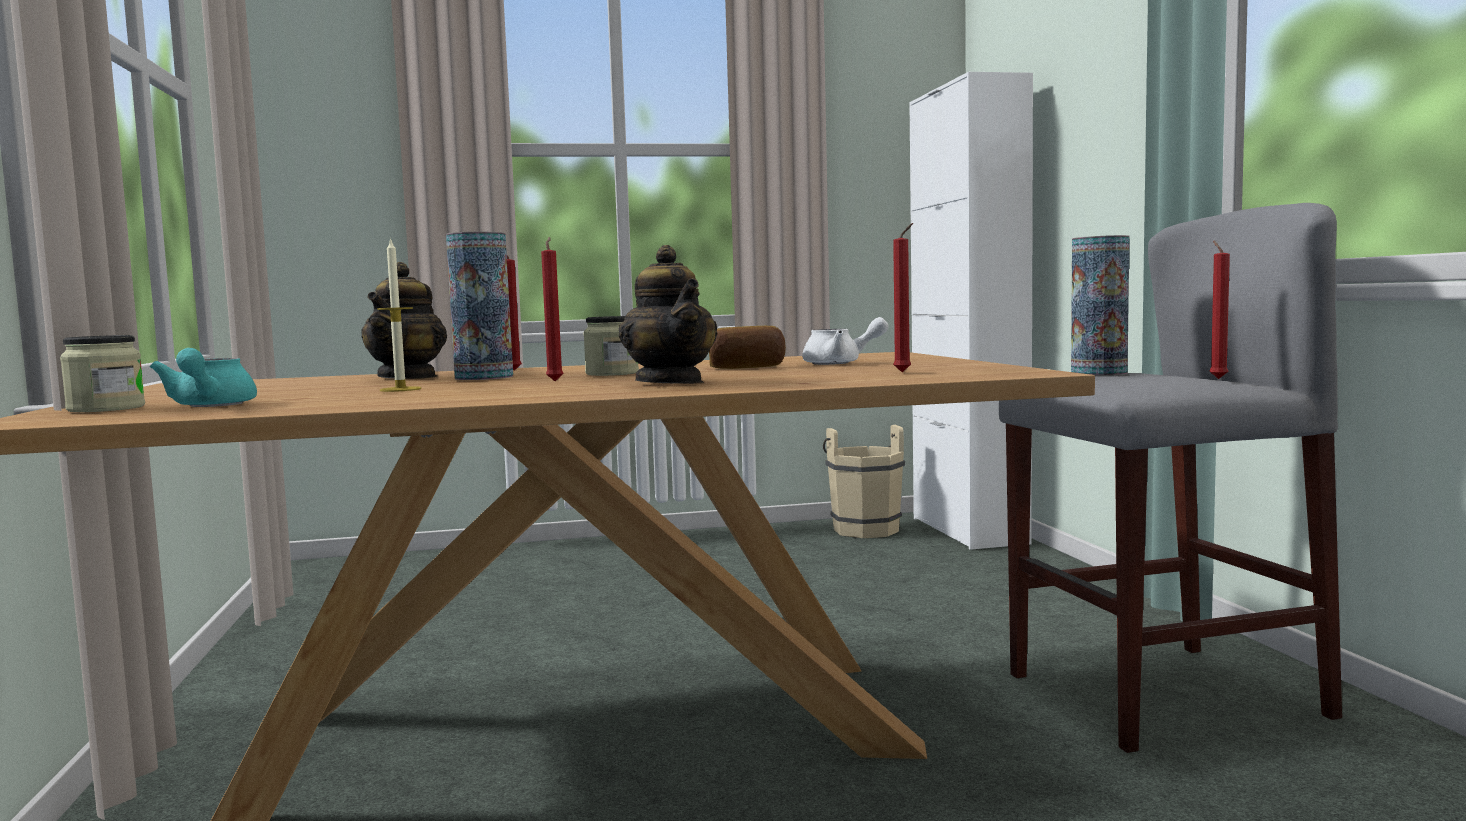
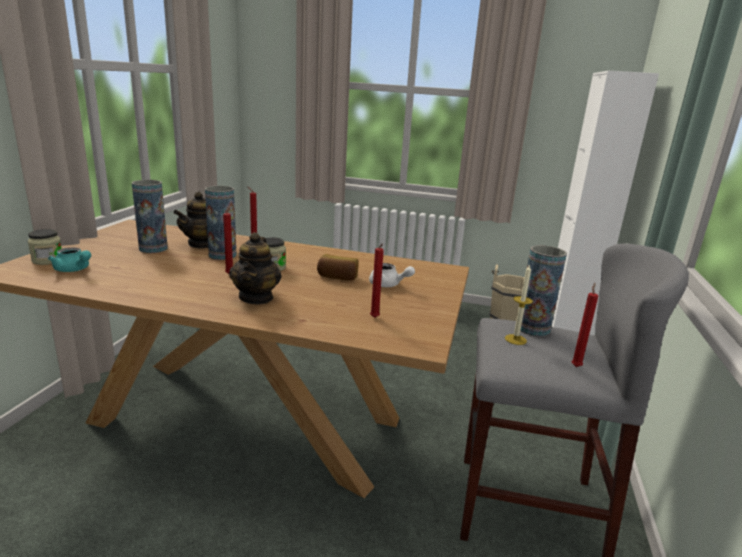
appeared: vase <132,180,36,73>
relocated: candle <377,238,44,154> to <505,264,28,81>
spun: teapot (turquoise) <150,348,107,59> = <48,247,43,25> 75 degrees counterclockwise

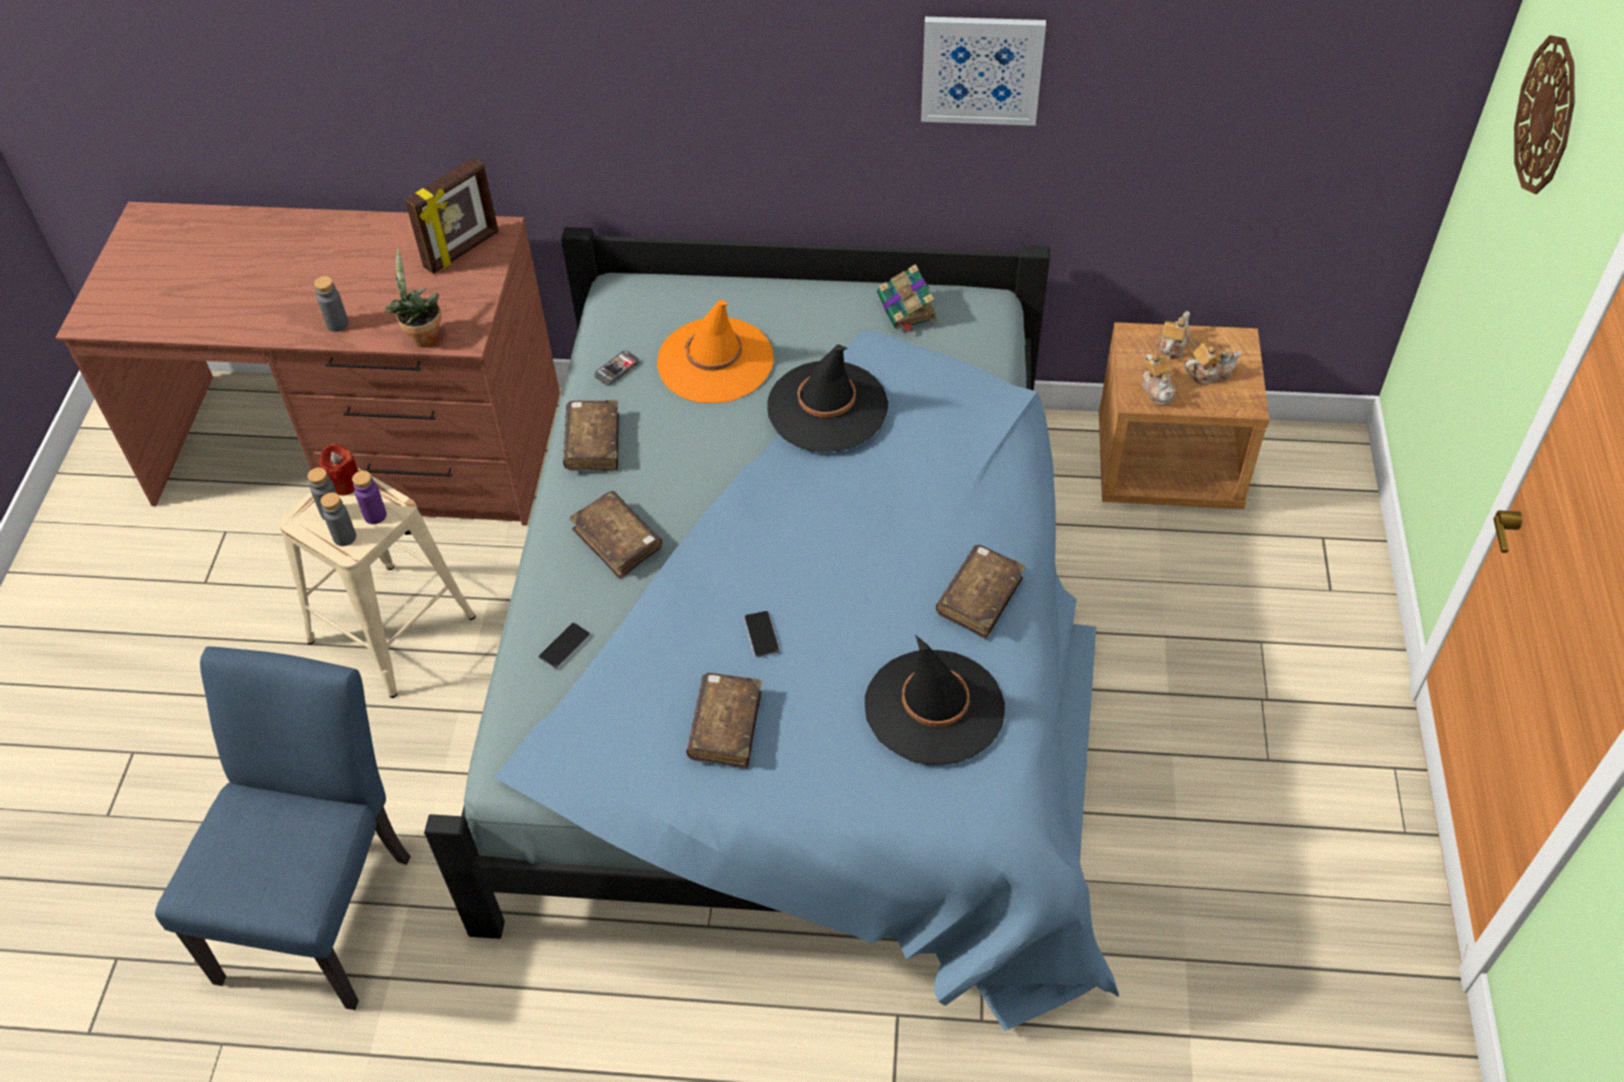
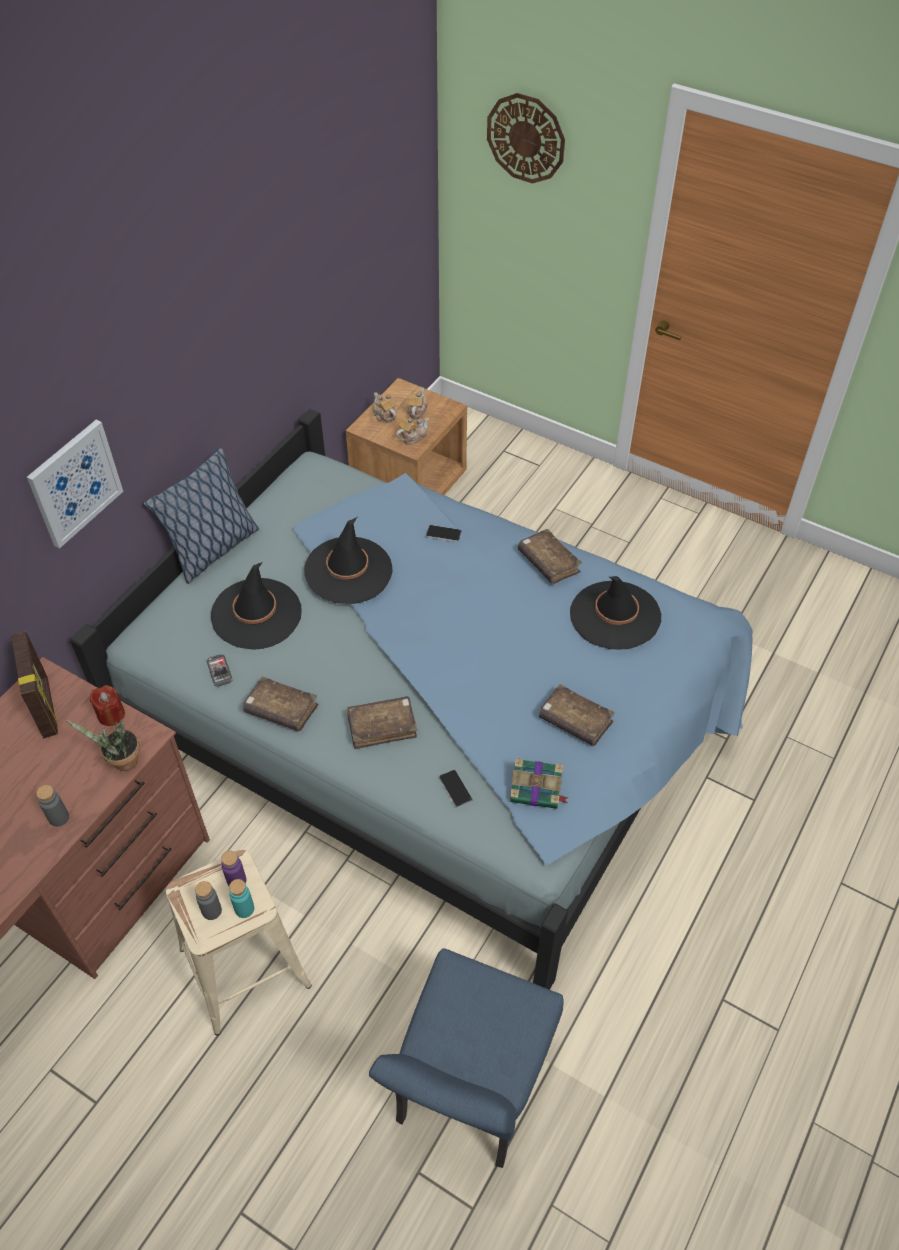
appeared: pillow <143,448,116,136>
relocated: picture <921,17,125,109> to <27,420,96,129>; book <877,264,60,69> to <510,758,59,51>; candle (red) <318,443,40,52> to <90,685,35,41>; phone <744,611,36,47> to <426,525,36,17>
colour: hat (orange) <657,300,117,103> to hat (black) <211,562,90,88>; bottle (grey) <320,492,36,54> to bottle (turquoise) <229,879,25,39>
spun: teapot <1142,354,34,52> = <396,417,33,28> 45 degrees counterclockwise; chair (blue) <155,647,256,363> = <369,948,195,220> 105 degrees counterclockwise

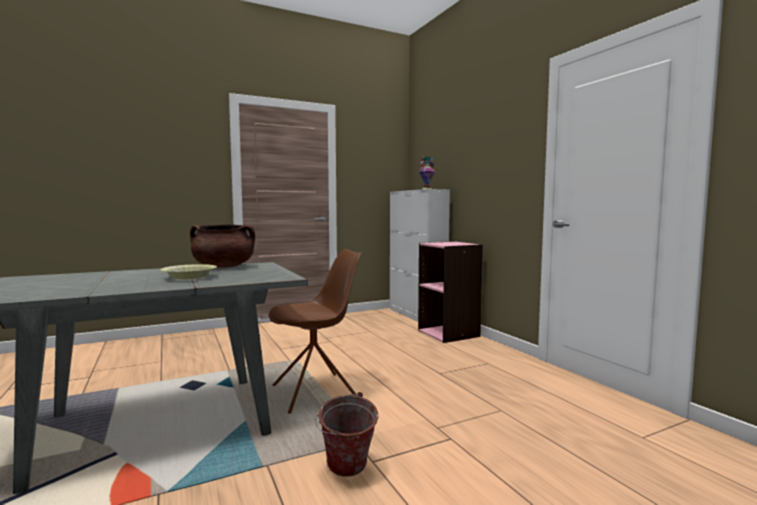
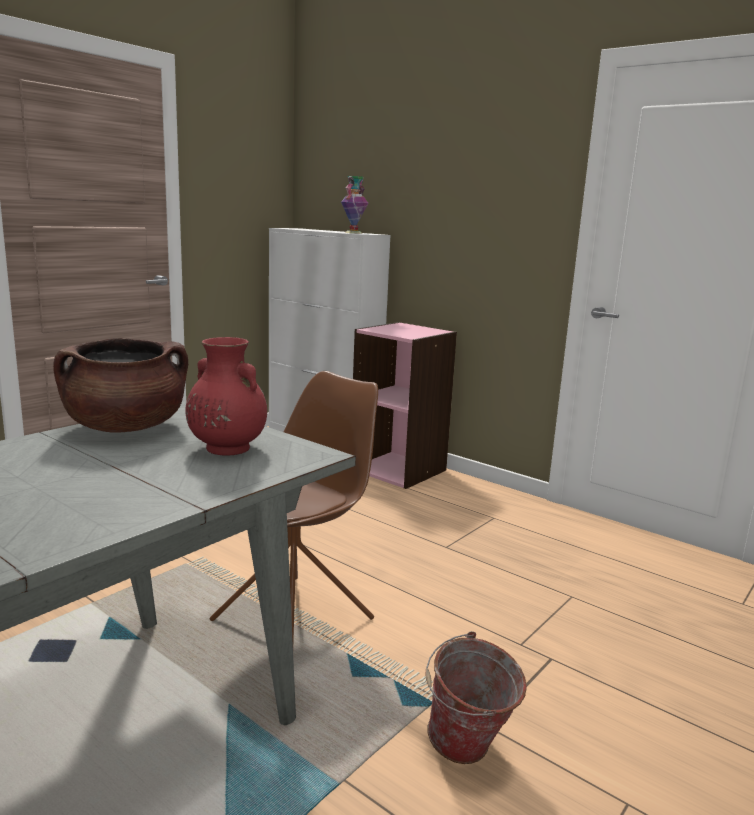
missing: bowl (yellow) <160,264,57,15>
appeared: vase (red) <185,337,82,119>

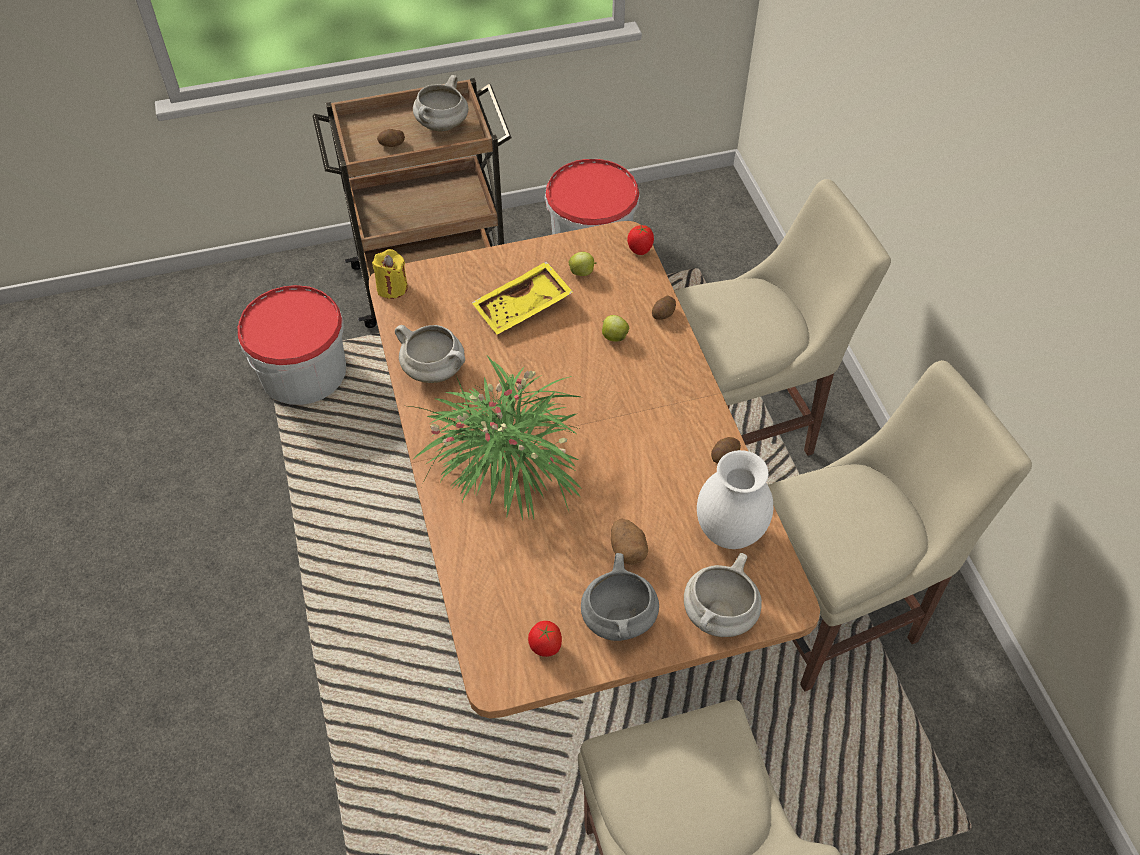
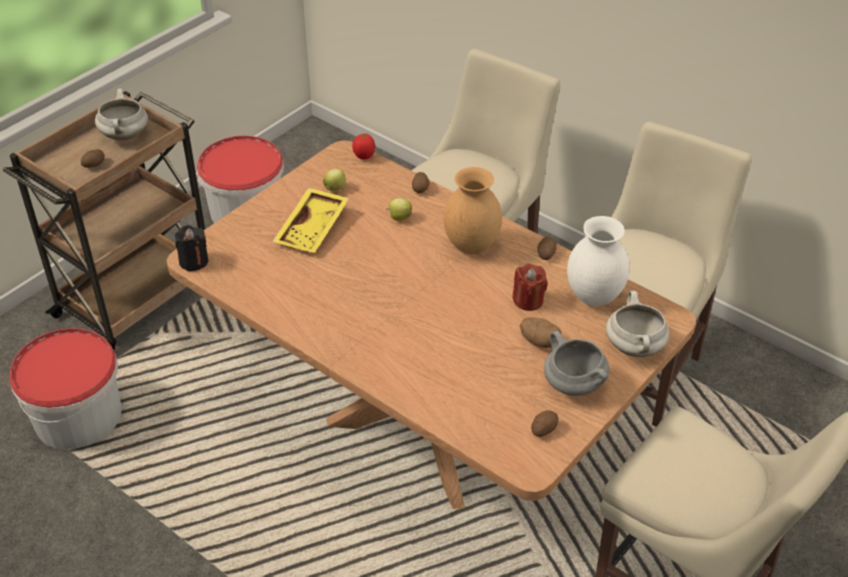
missing: cooking pot (white) <395,325,70,58>; potted plant <409,356,173,164>
appeared: vase (brown) <443,167,59,87>; candle (red) <512,263,36,48>
exchanged: tomato <528,621,34,36> to potato <531,410,28,27>
colour: candle (yellow) <372,249,36,50> to candle (black) <175,225,33,46>

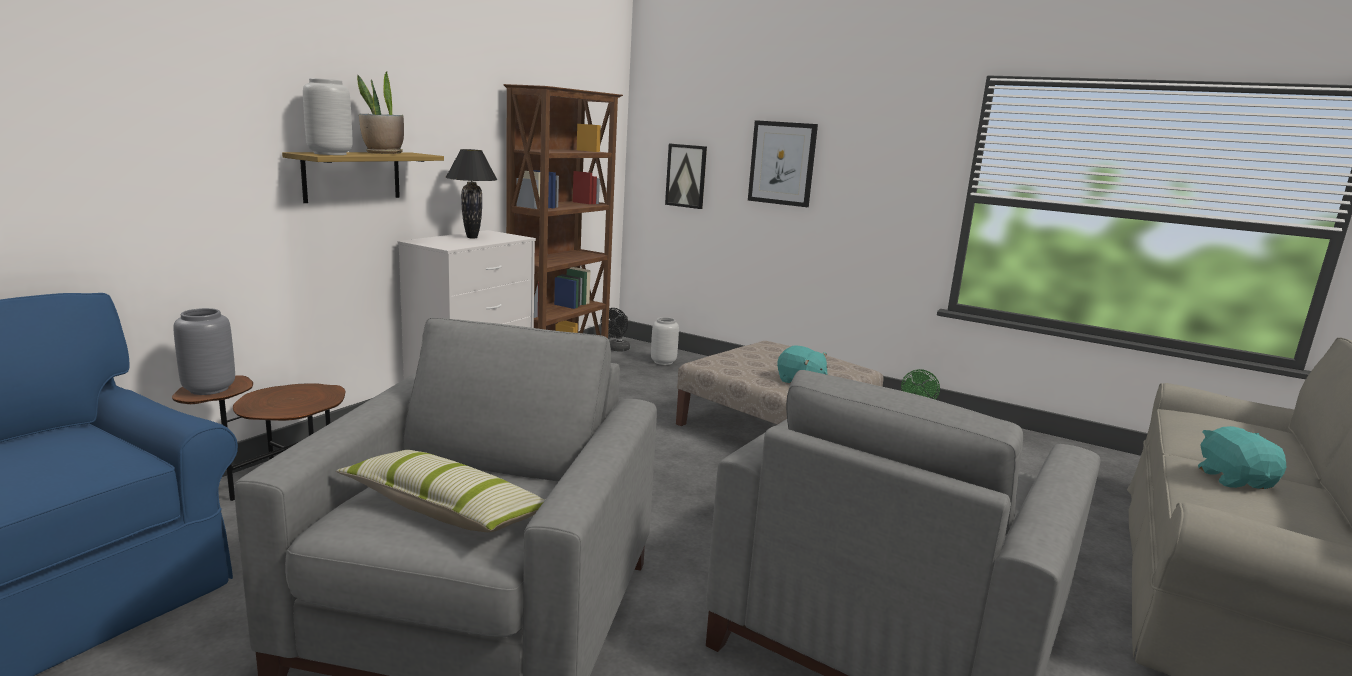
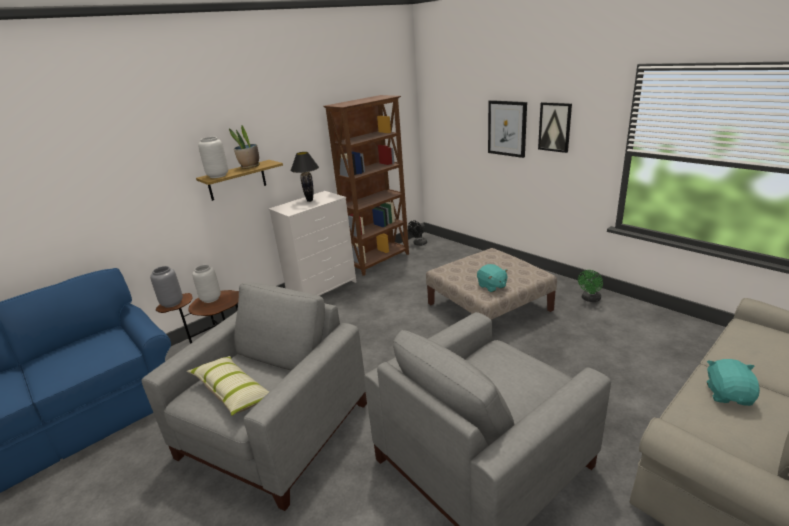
relocated: picture <665,144,42,65> to <538,102,34,51>; vase (grey) <651,317,28,48> to <192,265,29,38>

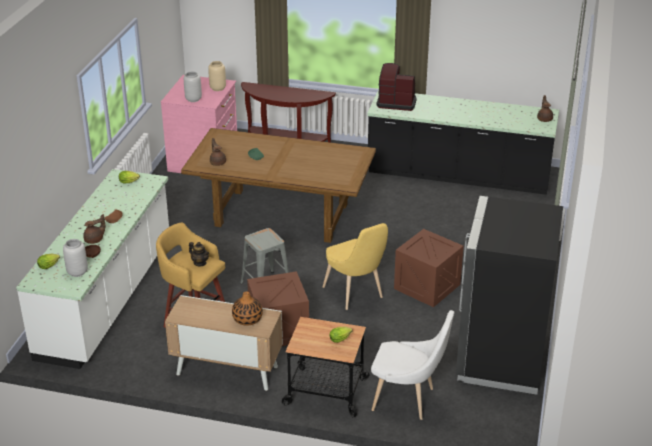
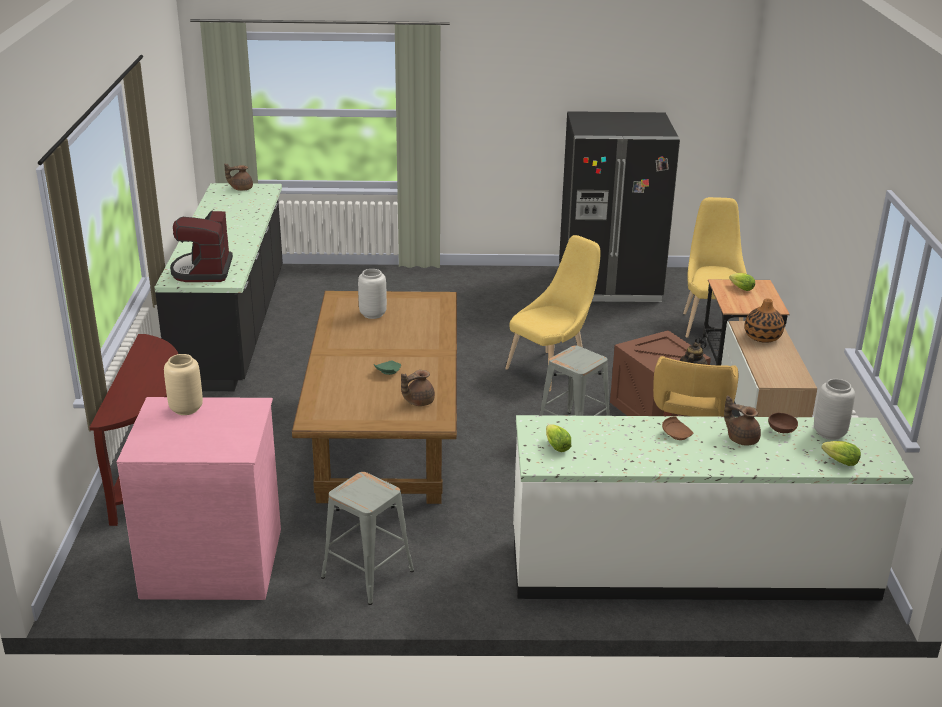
missing: crate <394,229,70,78>
appeared: stool (grey) <321,472,93,133>
relocated: vase (grey) <184,71,18,31> to <358,269,29,50>
colour: chair (white) <371,310,83,110> to chair (yellow) <683,197,64,141>

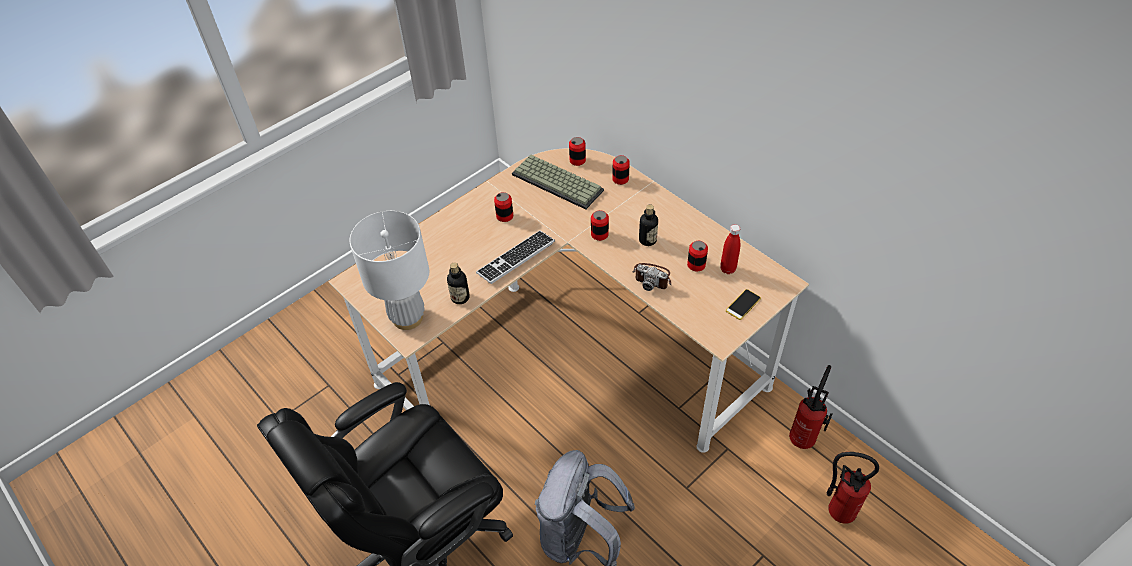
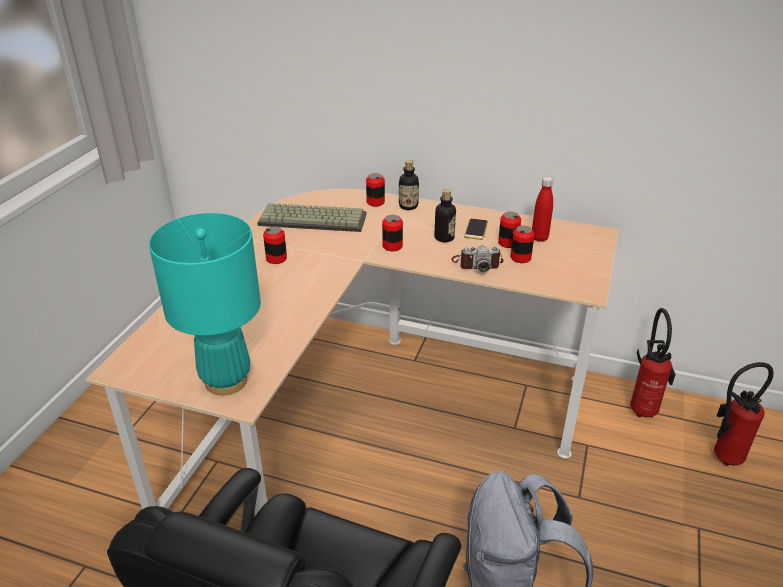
missing: keyboard <476,230,79,54>
relocated: can <569,137,17,29> to <510,226,25,37>; bottle <447,263,23,41> to <399,160,20,50>; phone <726,289,35,31> to <464,219,24,21>
colour: table lamp (white) <350,211,79,119> to table lamp (turquoise) <149,213,112,182>

